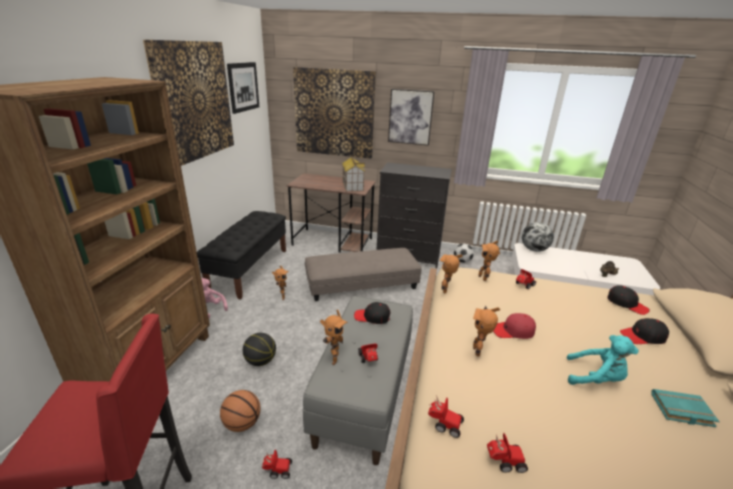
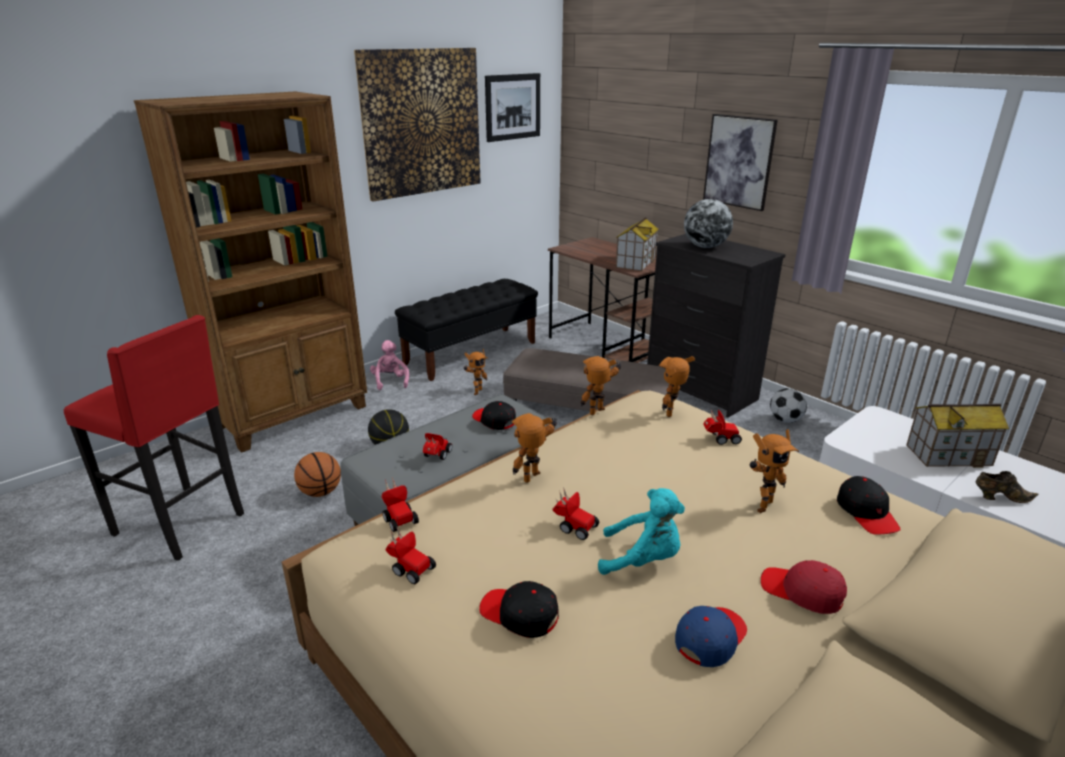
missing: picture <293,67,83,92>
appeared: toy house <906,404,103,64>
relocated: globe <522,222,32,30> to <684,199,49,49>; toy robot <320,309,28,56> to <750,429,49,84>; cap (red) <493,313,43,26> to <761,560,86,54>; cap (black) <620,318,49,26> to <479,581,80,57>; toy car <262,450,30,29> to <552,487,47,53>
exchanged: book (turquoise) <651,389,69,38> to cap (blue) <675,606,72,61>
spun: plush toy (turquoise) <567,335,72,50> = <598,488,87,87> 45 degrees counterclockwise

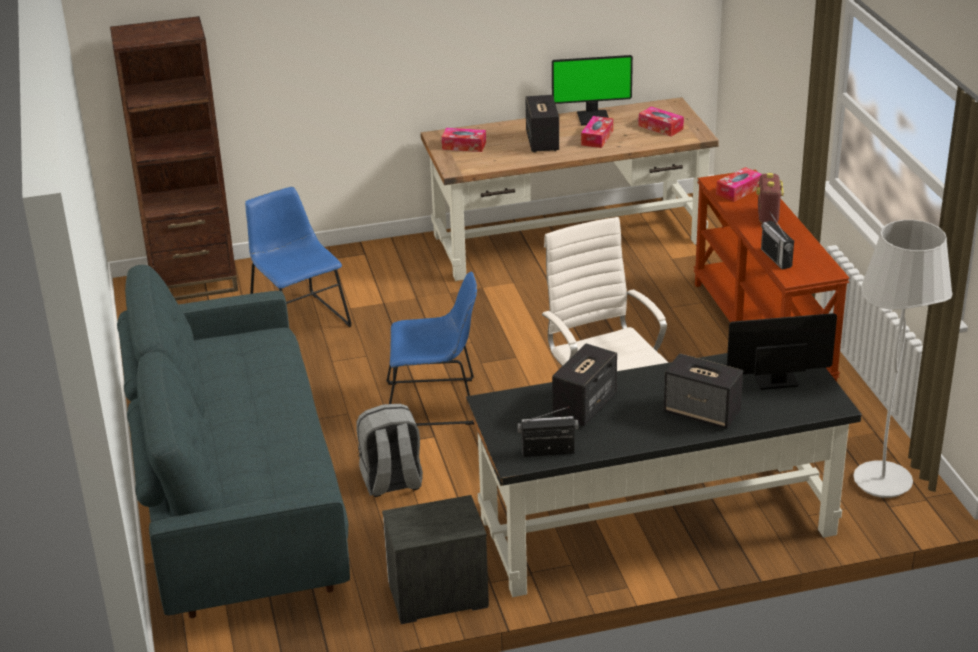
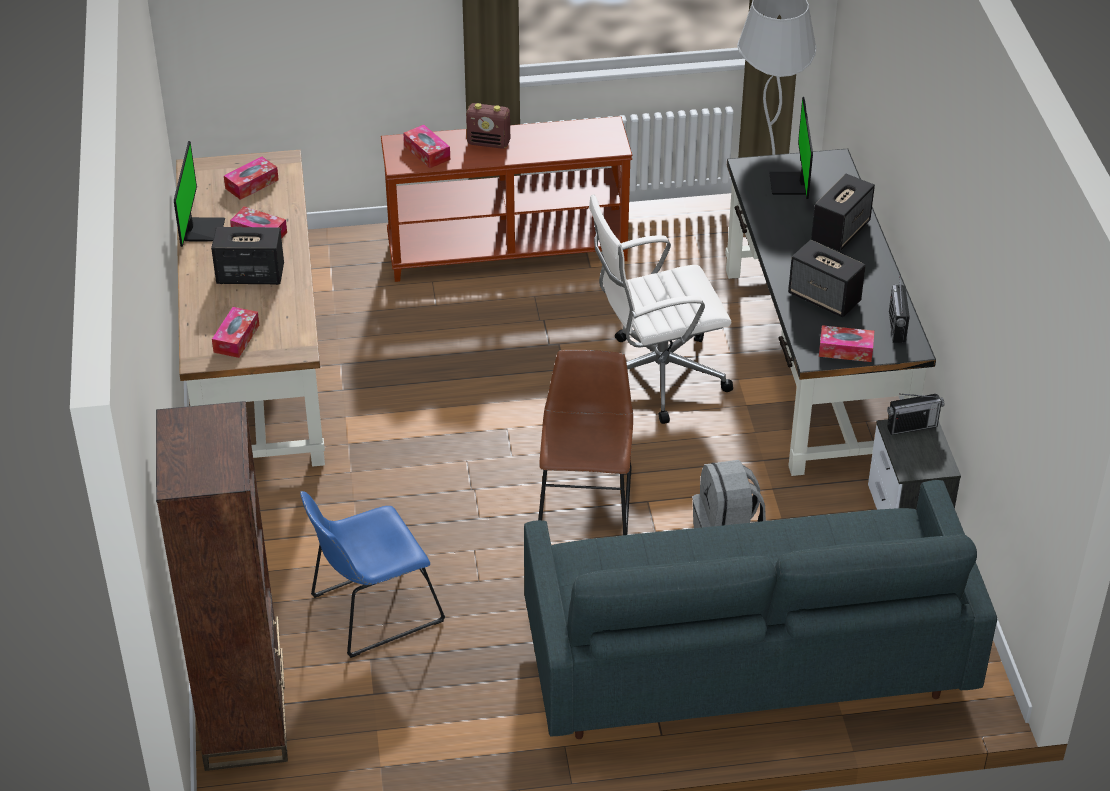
appeared: tissue box <819,325,55,37>
relocated: radio <761,212,33,58> to <887,394,57,41>
colour: chair (blue) <386,272,91,154> to chair (brown) <538,350,95,185>

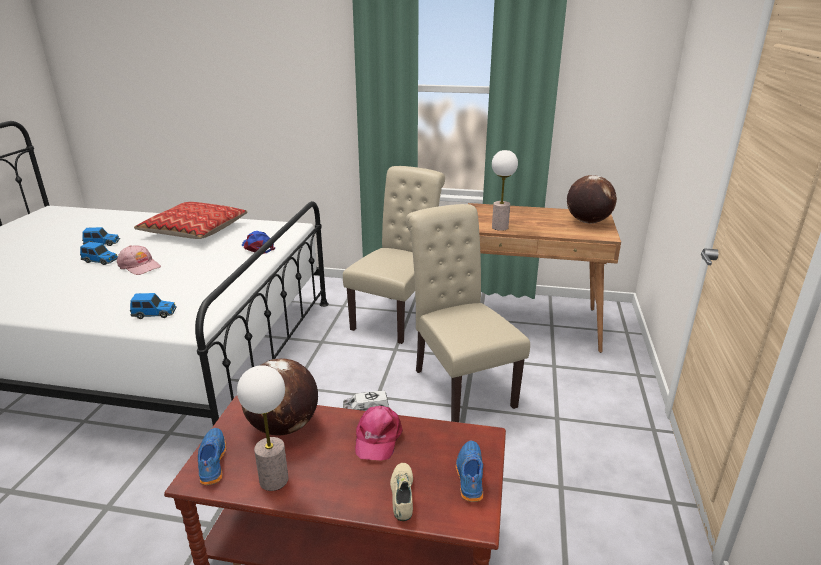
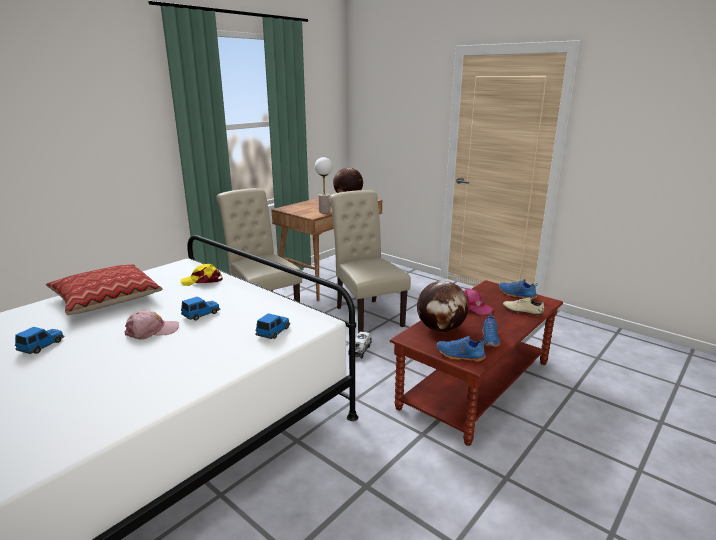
relocated: toy car <80,242,38,23> to <181,296,39,24>
exchanged: table lamp <237,365,51,126> to shoe (blue) <482,313,18,34>
colour: cap (blue) <242,231,33,23> to cap (yellow) <180,264,43,22>
spun: chair (beige) <406,204,124,218> = <329,190,82,143> 60 degrees clockwise

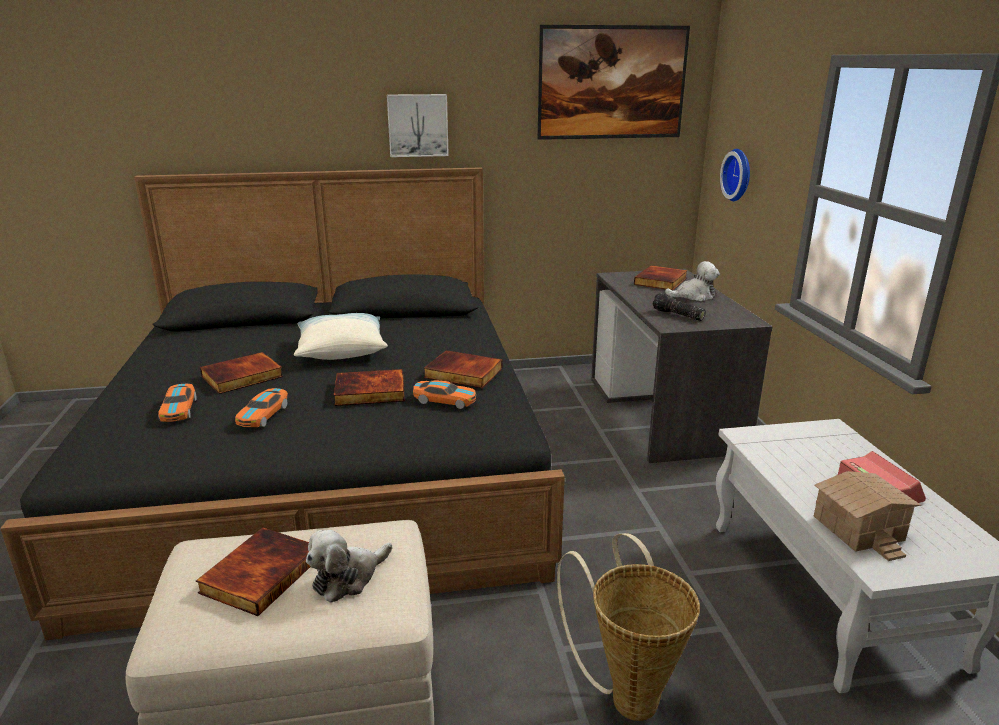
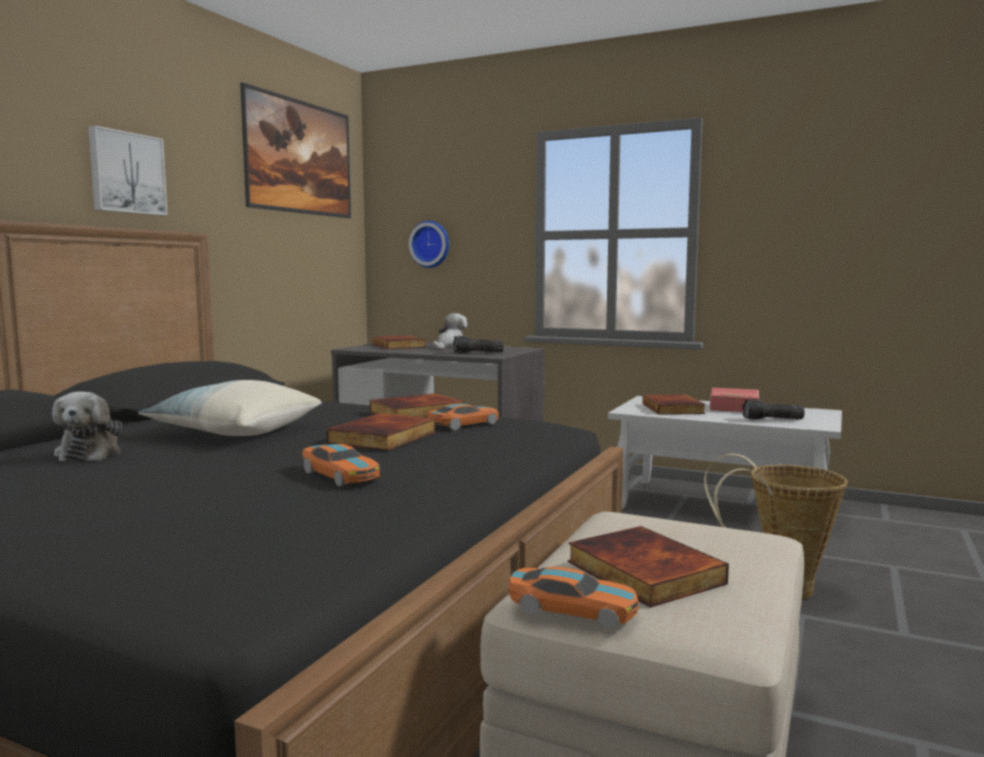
relocated: book <200,352,83,42> to <642,394,64,21>; toy car <158,384,38,38> to <509,567,130,62>; plush toy <306,530,86,73> to <52,392,70,70>
exchanged: toy house <814,471,107,90> to flashlight <742,399,63,21>

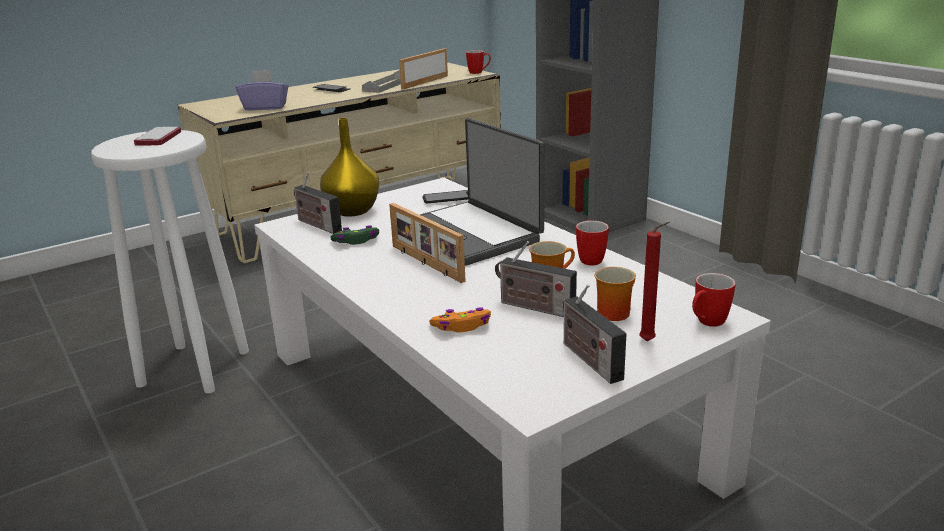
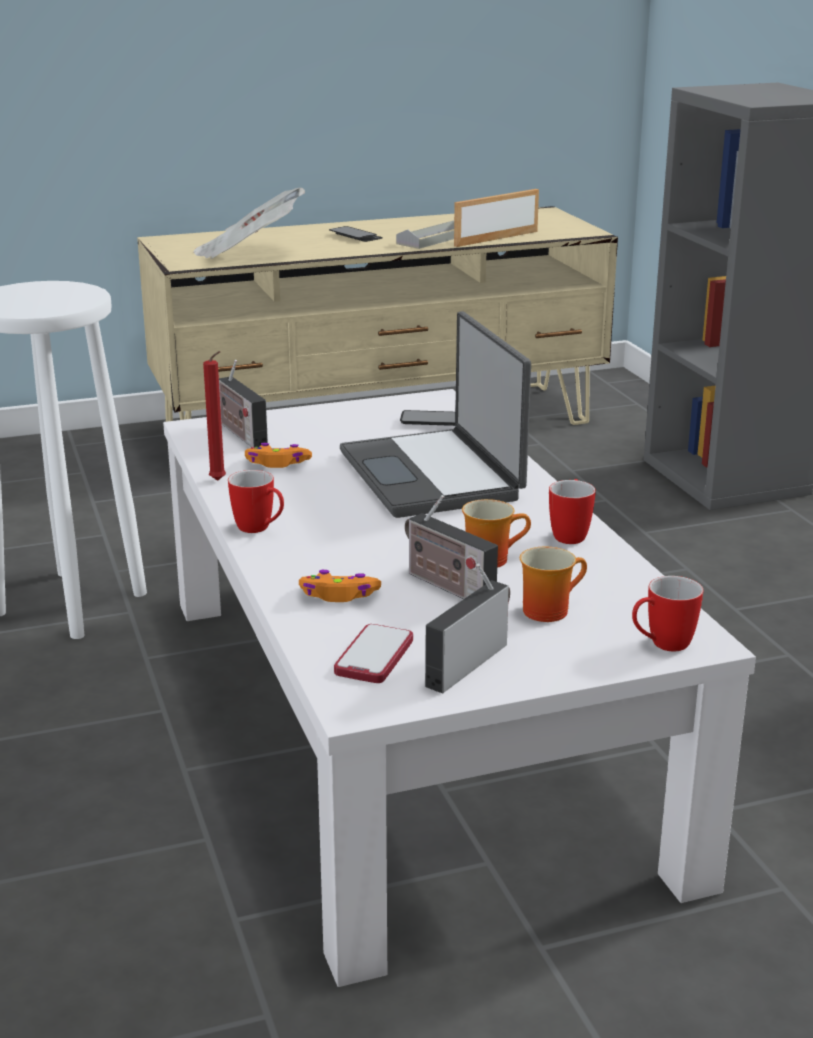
missing: vase (yellow) <320,118,59,99>; picture frame <389,203,77,80>
relocated: mug <466,50,25,24> to <228,470,56,63>; phone <134,127,47,19> to <334,624,79,59>; candle (red) <639,222,31,119> to <203,351,23,130>
exchanged: tissue box (purple) <236,70,53,41> to newspaper <193,188,112,71>
colour: game controller (green) <331,225,48,20> to game controller (orange) <245,443,67,25>
spun: radio <563,284,64,100> = <425,563,85,131> 45 degrees clockwise

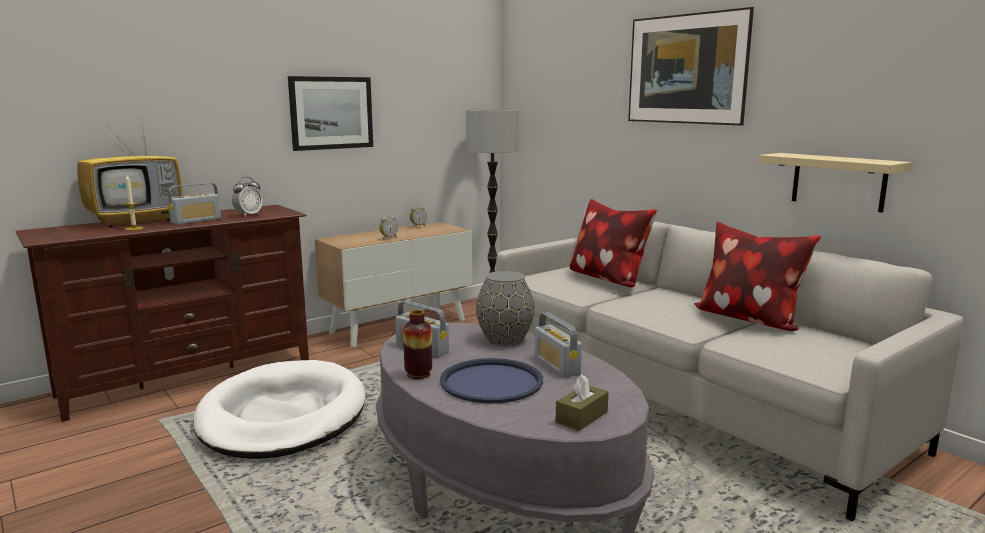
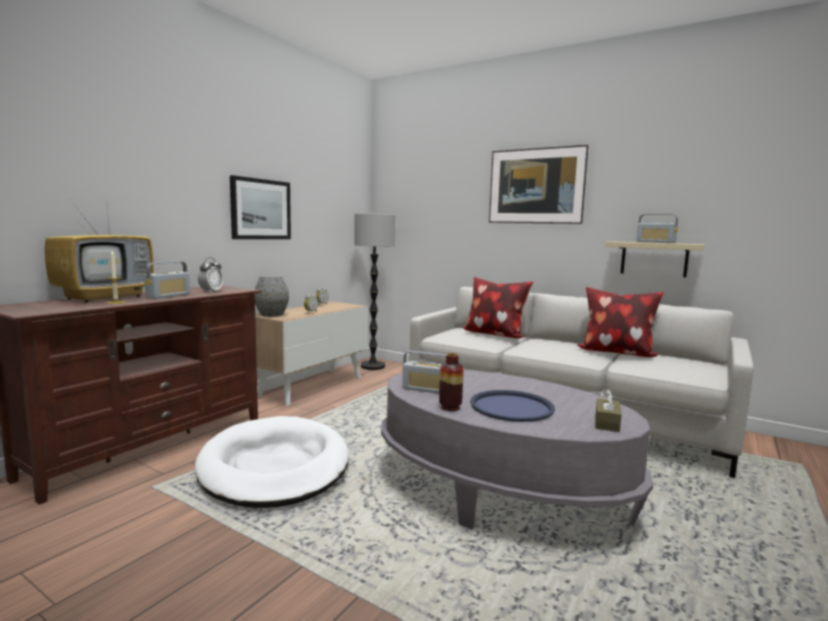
relocated: vase (grey) <476,271,59,75> to <255,275,34,42>; radio <535,312,47,66> to <636,214,42,29>

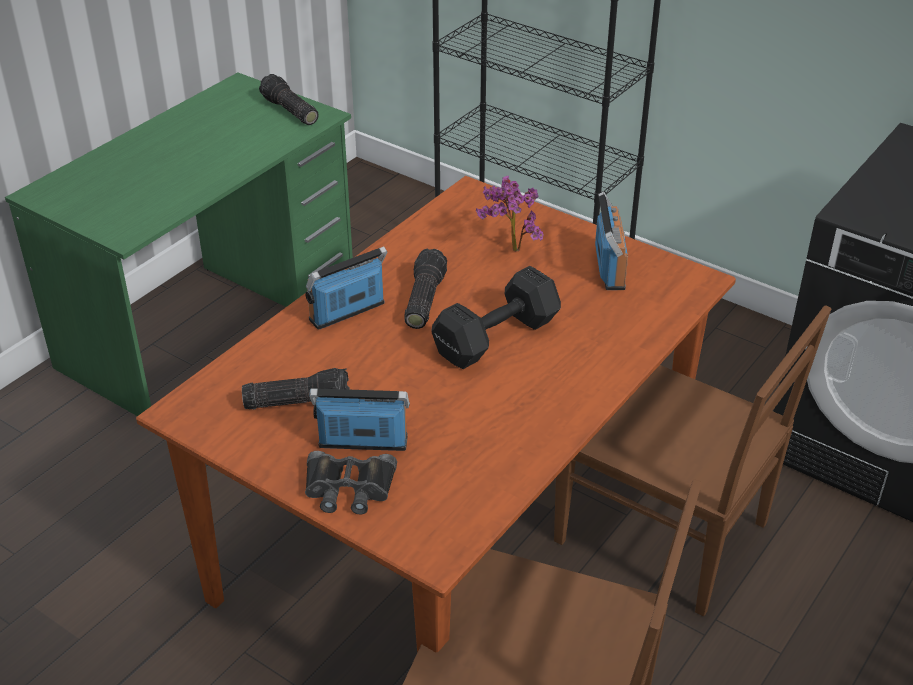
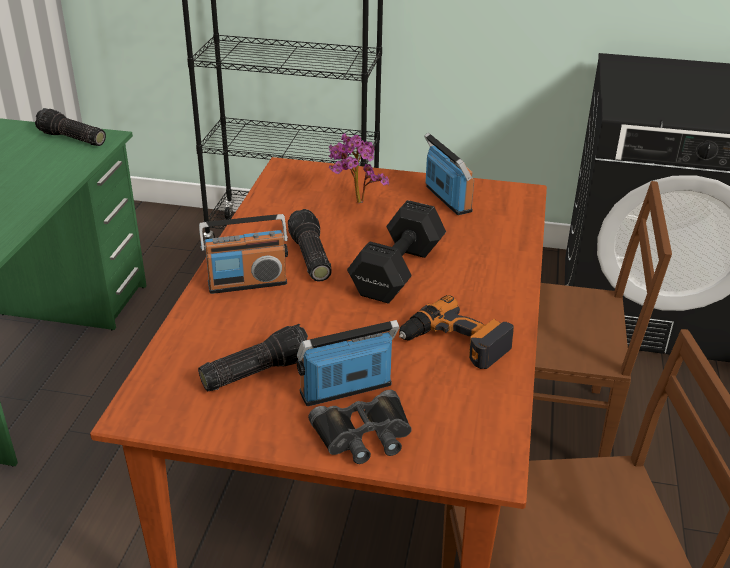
appeared: power drill <399,295,115,74>
spun: radio <305,246,82,84> = <199,214,89,80> 135 degrees counterclockwise

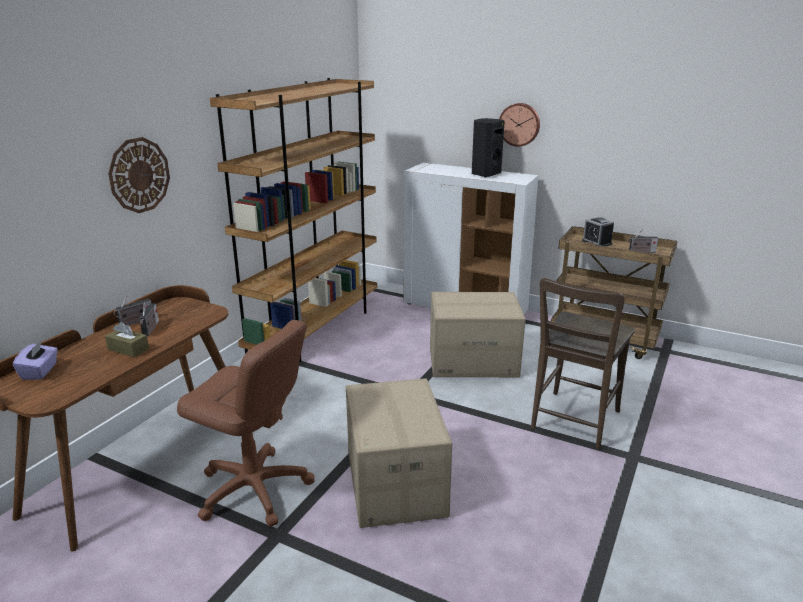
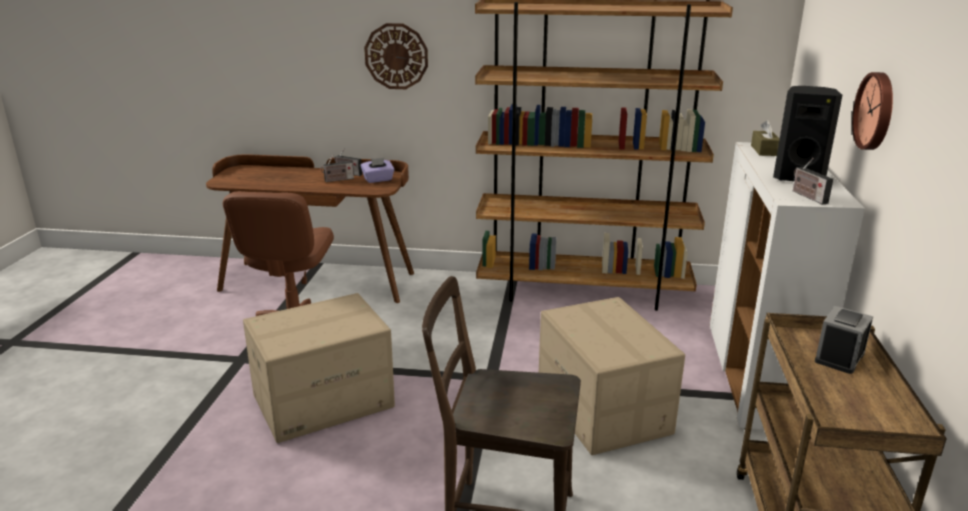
relocated: radio <628,229,31,24> to <793,158,40,47>; tissue box (brown) <105,322,44,35> to <751,120,28,36>; tissue box (purple) <13,340,45,40> to <361,158,34,25>

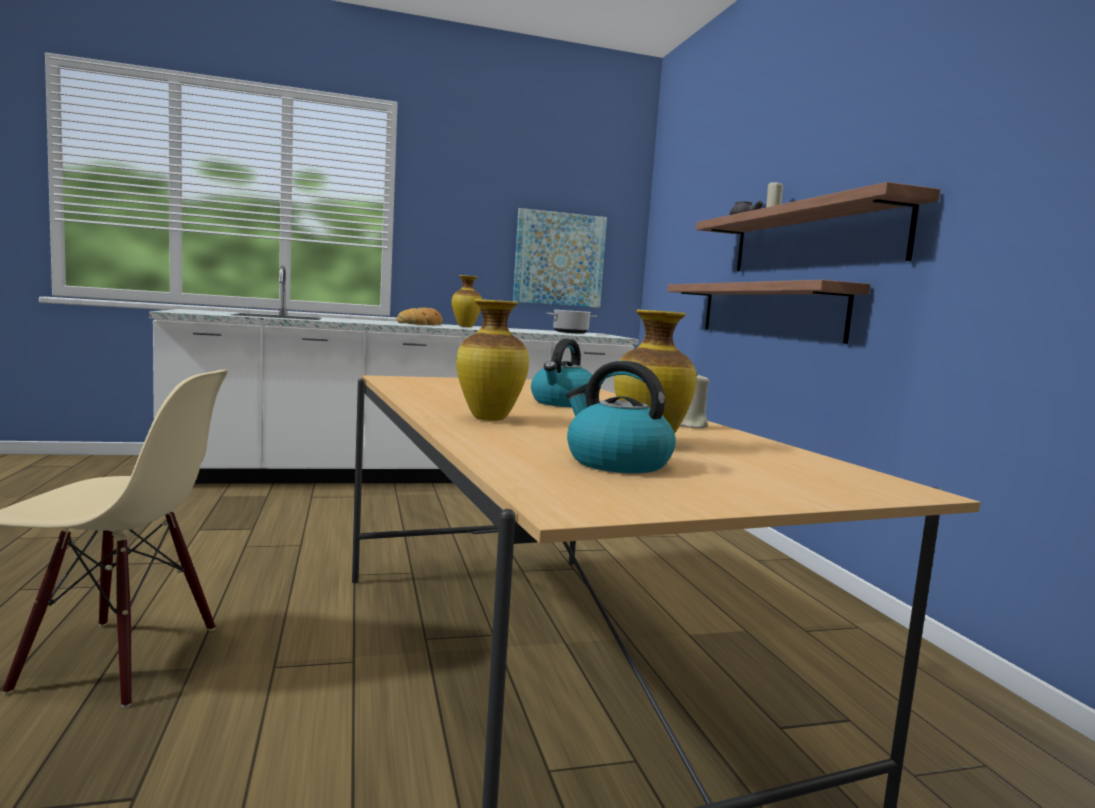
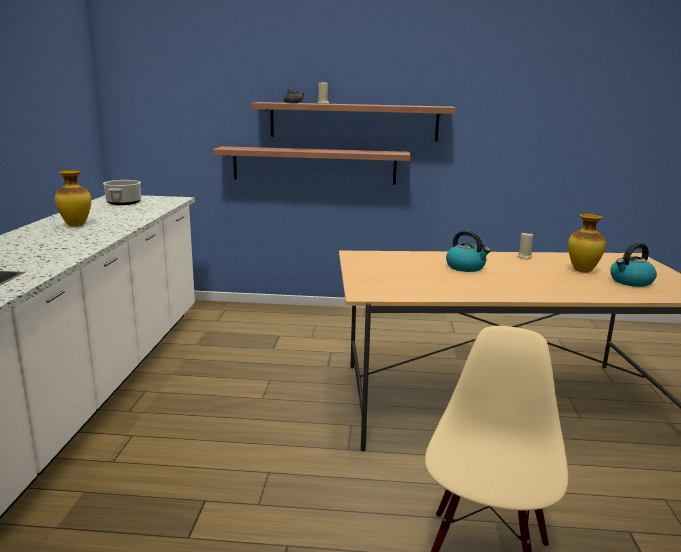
missing: picture <513,208,94,100>; vase <456,299,73,122>; bread <396,307,47,18>

